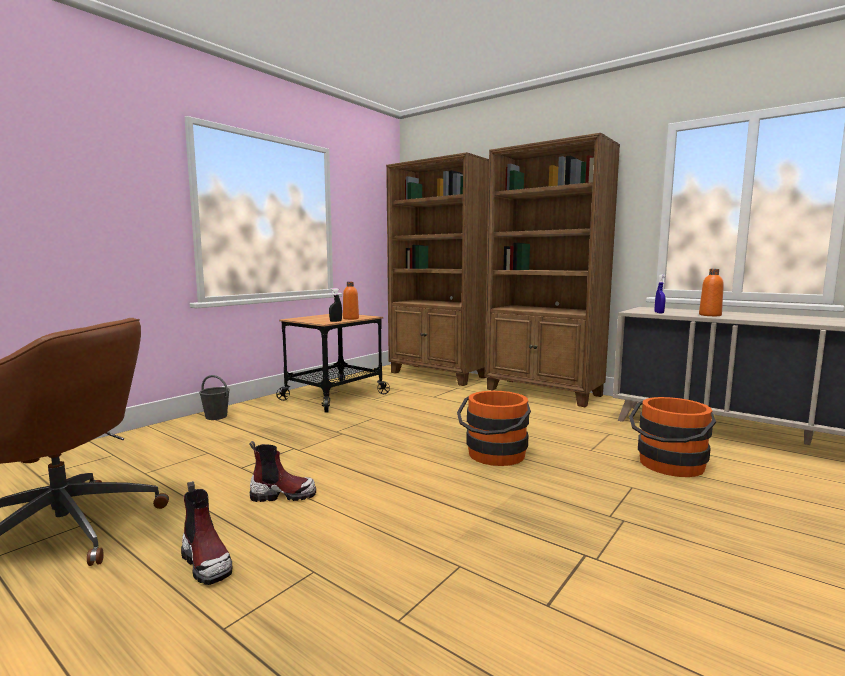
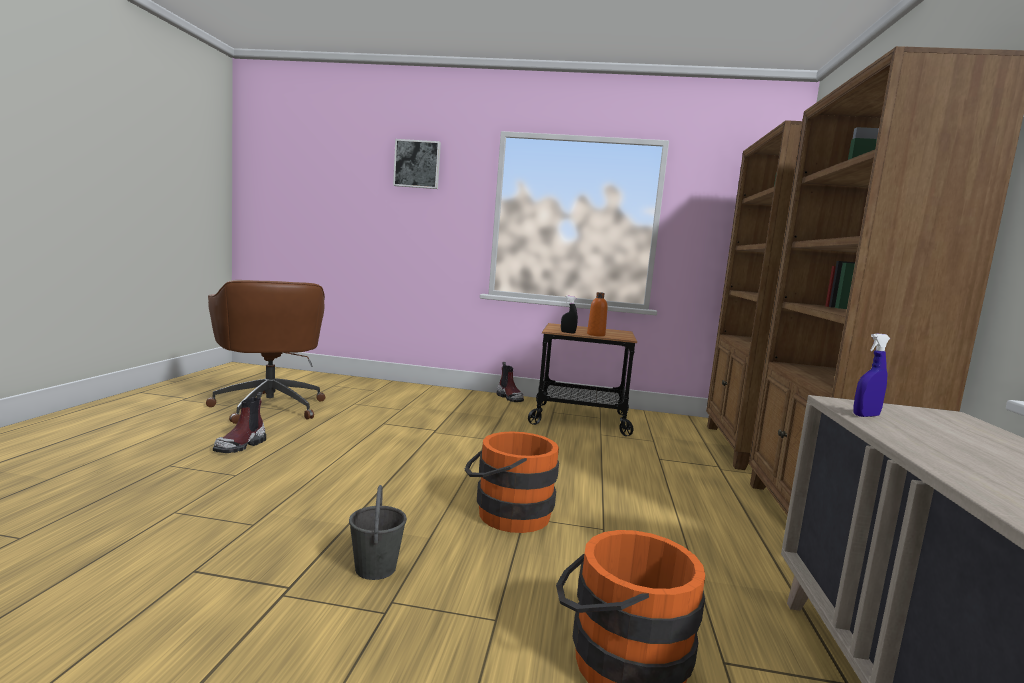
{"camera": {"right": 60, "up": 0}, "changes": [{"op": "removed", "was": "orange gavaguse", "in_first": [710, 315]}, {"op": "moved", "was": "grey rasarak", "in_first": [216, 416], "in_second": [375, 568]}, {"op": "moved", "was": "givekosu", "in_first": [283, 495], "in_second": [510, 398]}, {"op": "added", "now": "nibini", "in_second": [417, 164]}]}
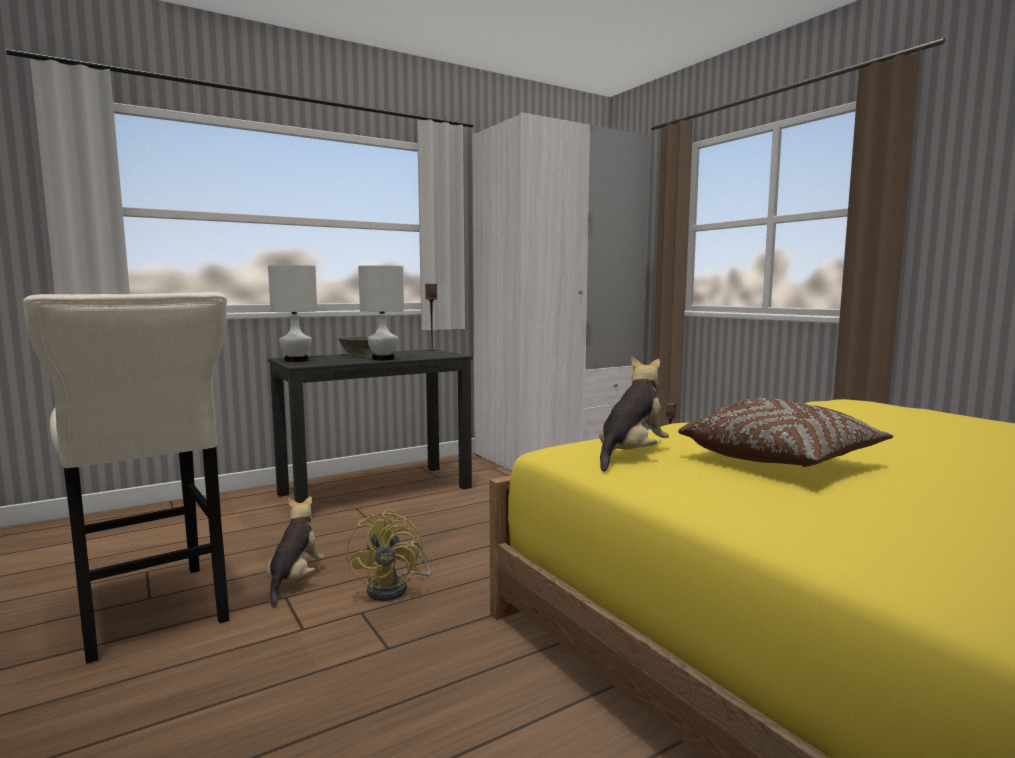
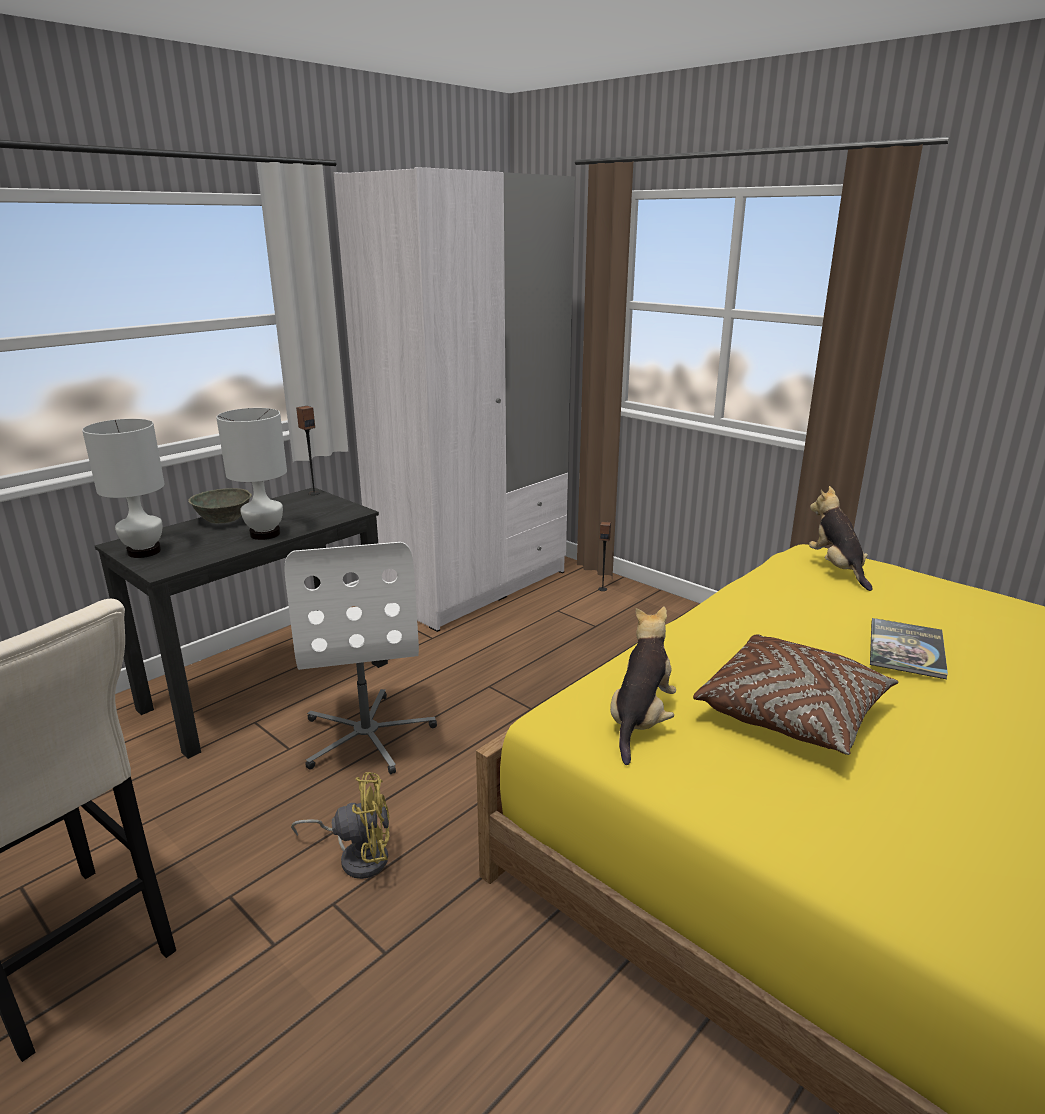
{"camera": {"right": -15, "up": 15}, "changes": [{"op": "moved", "was": "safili", "in_first": [294, 580], "in_second": [837, 568]}, {"op": "turned", "was": "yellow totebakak", "in_first": [395, 588], "in_second": [358, 856], "clockwise": -75}, {"op": "added", "now": "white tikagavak", "in_second": [368, 735]}, {"op": "added", "now": "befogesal", "in_second": [906, 649]}]}
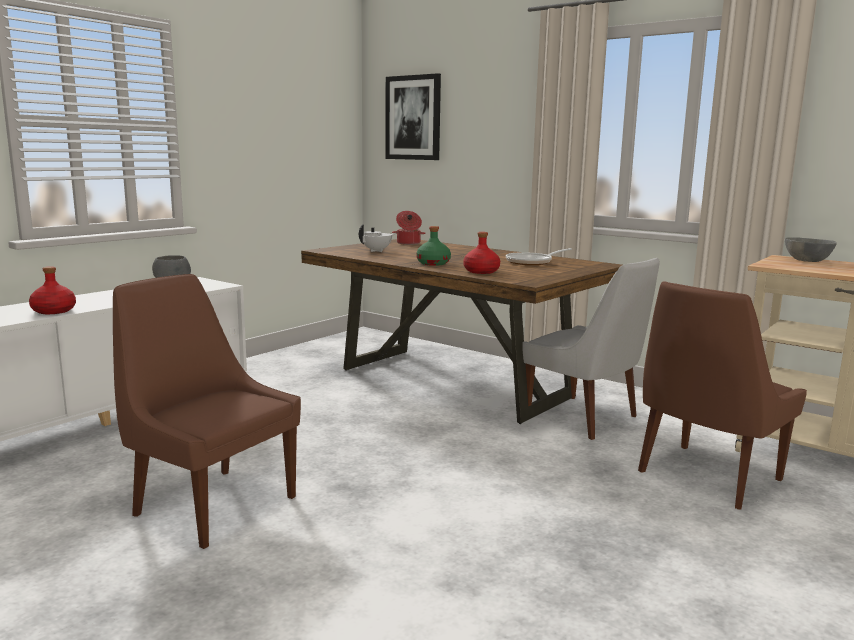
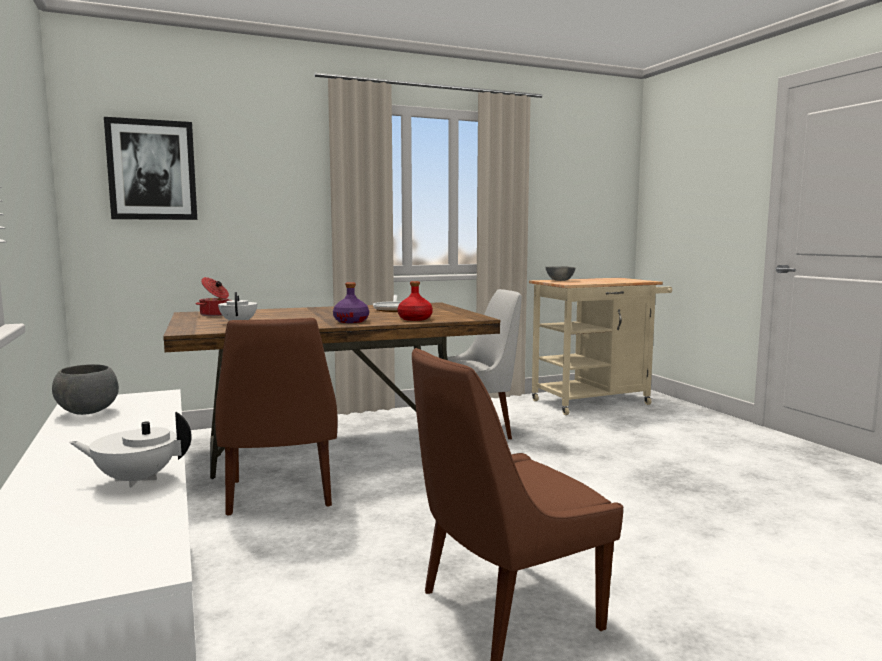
{"camera": {"right": -60, "up": -5}, "changes": [{"op": "recoloured", "was": "green gavaguse", "now": "purple gavaguse", "in_first": [433, 263], "in_second": [351, 321]}, {"op": "replaced", "was": "red gavaguse", "now": "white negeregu", "in_first": [54, 311], "in_second": [136, 480]}, {"op": "moved", "was": "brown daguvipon", "in_first": [706, 477], "in_second": [280, 495]}]}
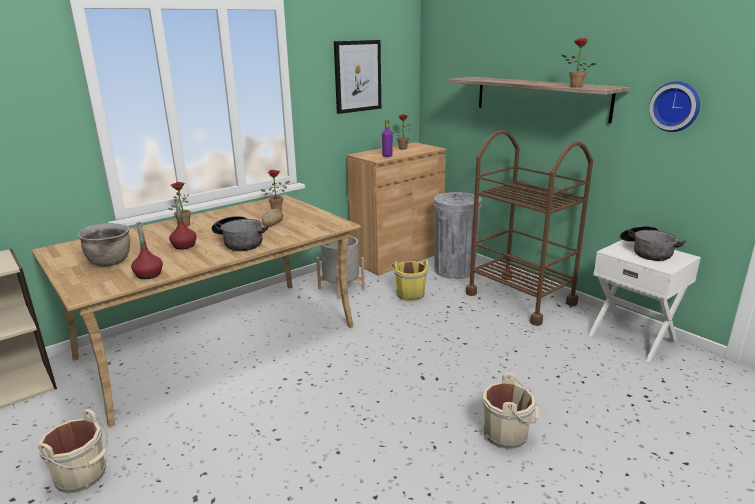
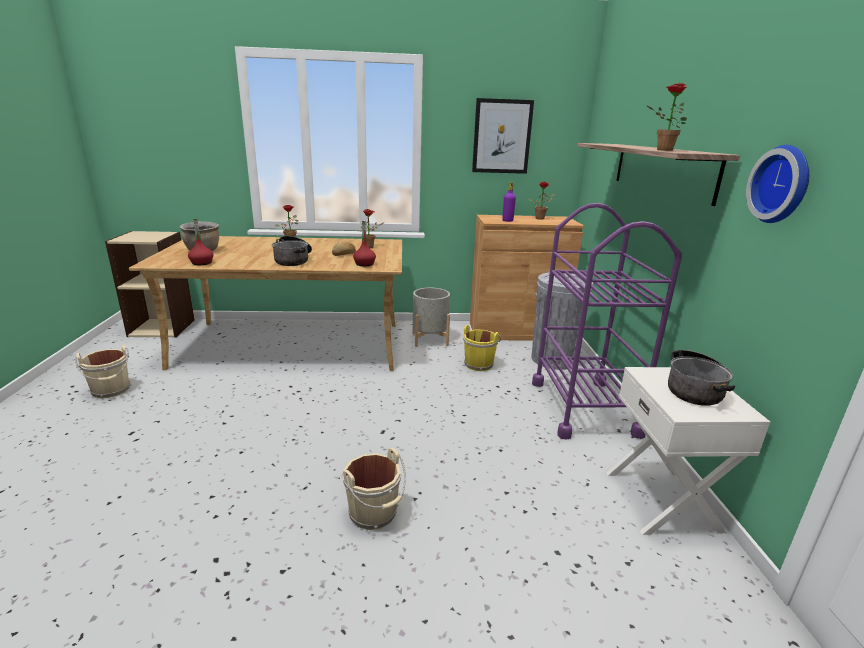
{"camera": {"right": 35, "up": 0}, "changes": [{"op": "recoloured", "was": "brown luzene", "now": "purple luzene", "in_first": [520, 298], "in_second": [583, 407]}, {"op": "moved", "was": "red gavaguse", "in_first": [184, 246], "in_second": [364, 264]}]}
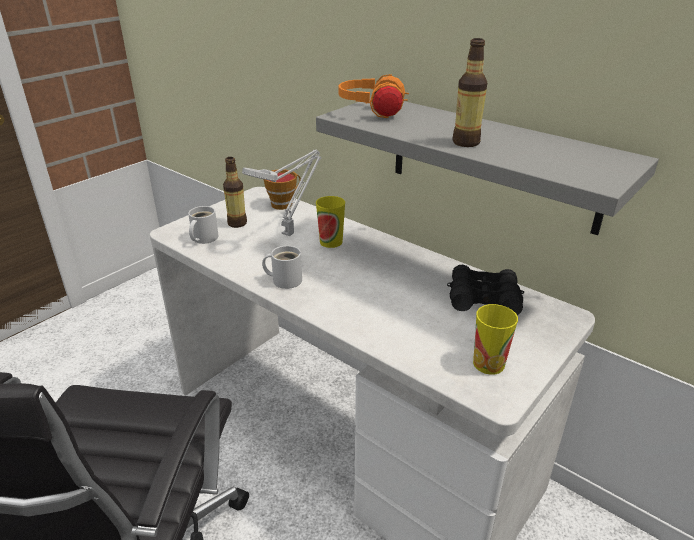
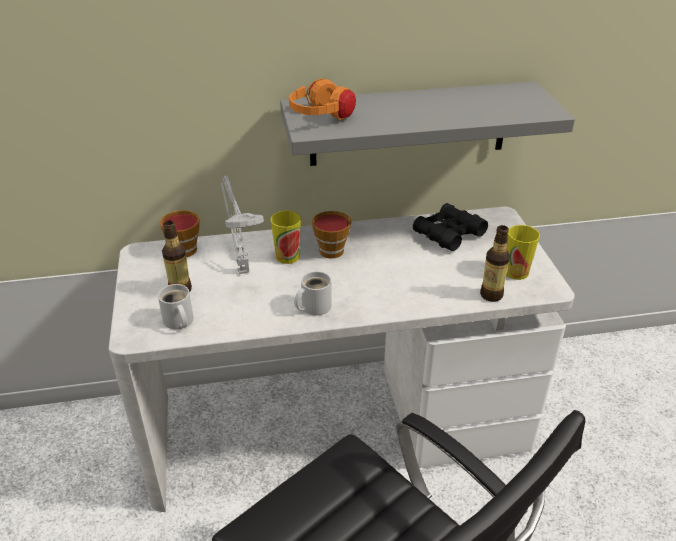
{"camera": {"right": -50, "up": 5}, "changes": [{"op": "moved", "was": "gavaguse", "in_first": [466, 142], "in_second": [491, 295]}, {"op": "added", "now": "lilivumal", "in_second": [333, 249]}]}
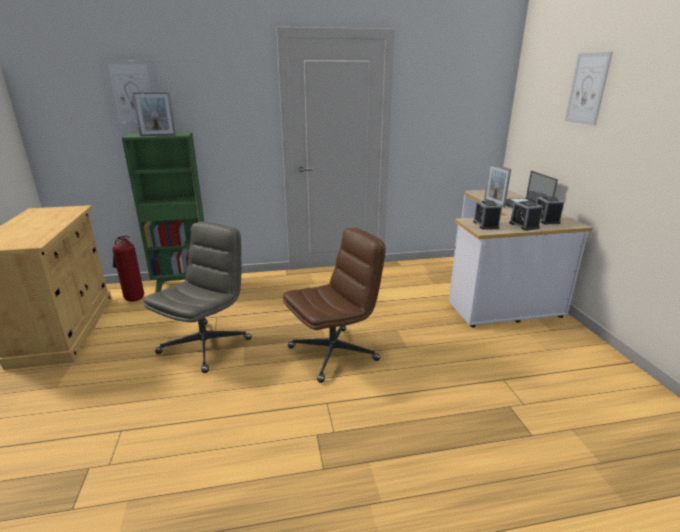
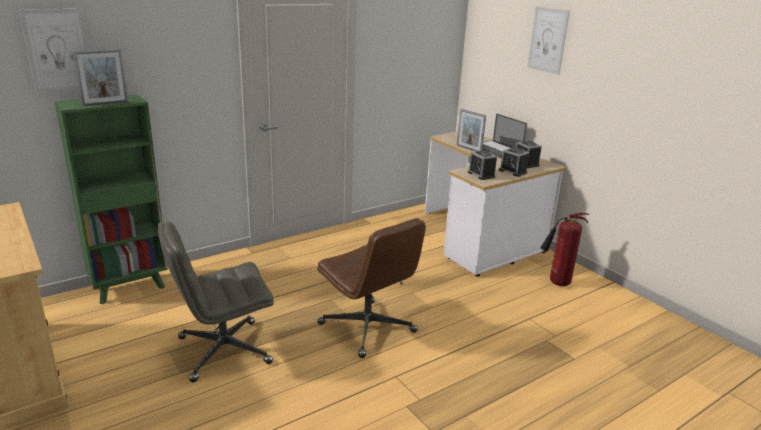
{"camera": {"right": -25, "up": 0}, "changes": [{"op": "turned", "was": "grey tikagavak", "in_first": [205, 345], "in_second": [223, 351], "clockwise": -120}, {"op": "turned", "was": "brown tikagavak", "in_first": [334, 353], "in_second": [368, 328], "clockwise": 105}, {"op": "moved", "was": "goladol", "in_first": [132, 299], "in_second": [556, 283]}]}
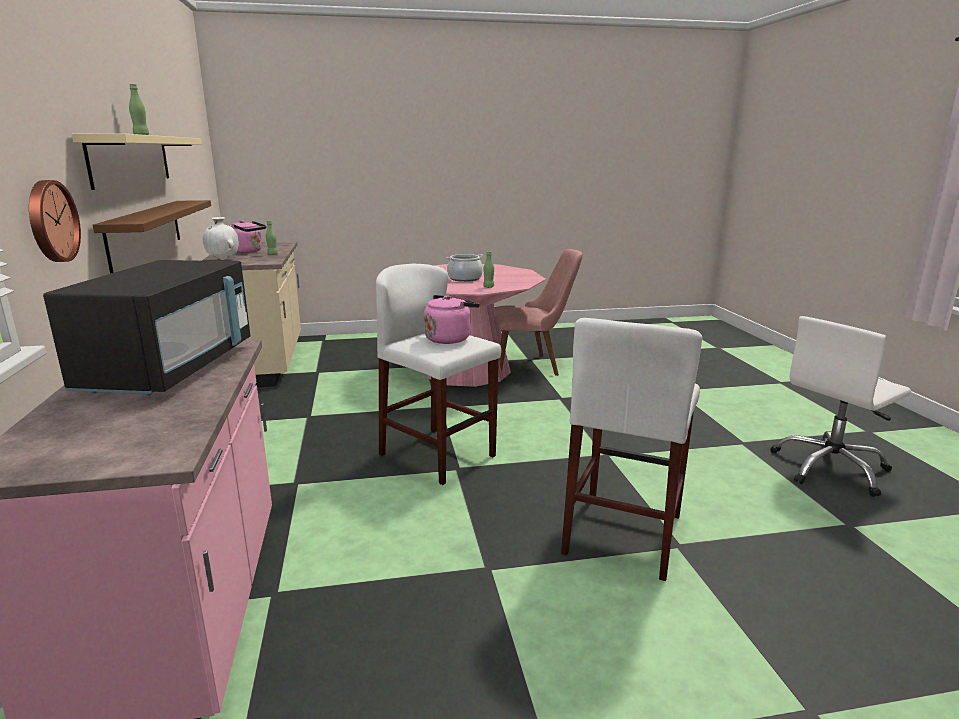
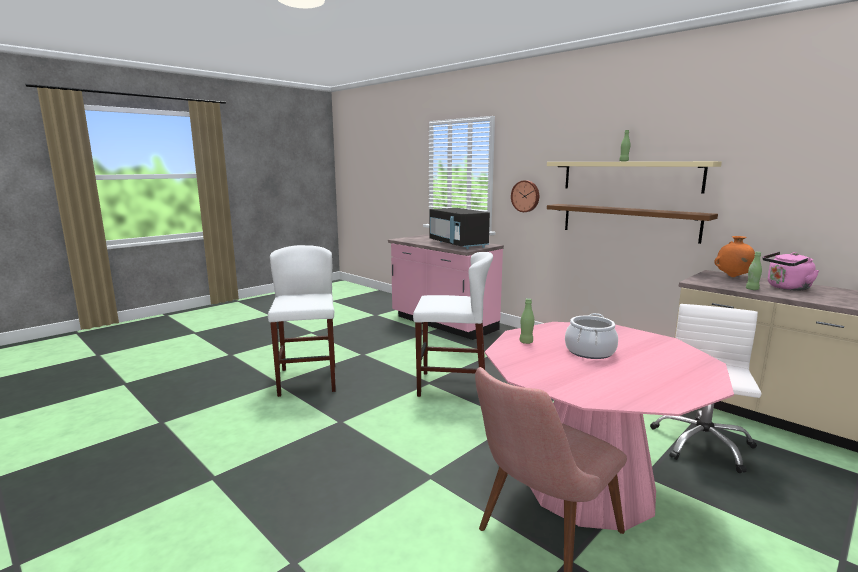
{"camera": {"right": 145, "up": -5}, "changes": [{"op": "recoloured", "was": "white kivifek", "now": "orange kivifek", "in_first": [223, 260], "in_second": [732, 277]}, {"op": "removed", "was": "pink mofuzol", "in_first": [449, 338]}, {"op": "moved", "was": "white tikagavak", "in_first": [830, 468], "in_second": [701, 444]}]}
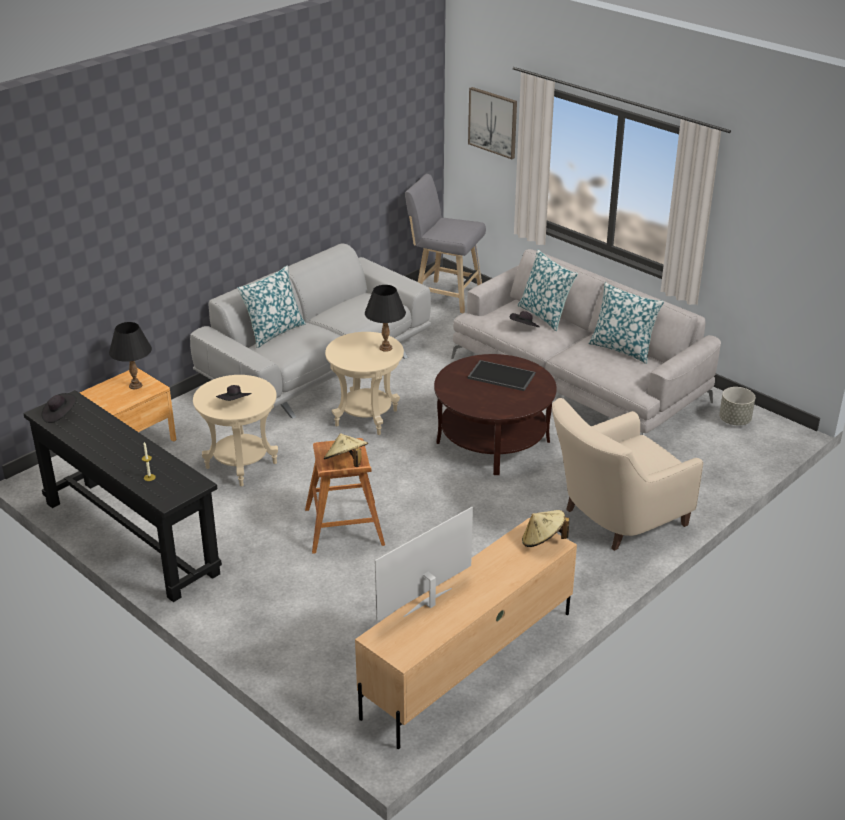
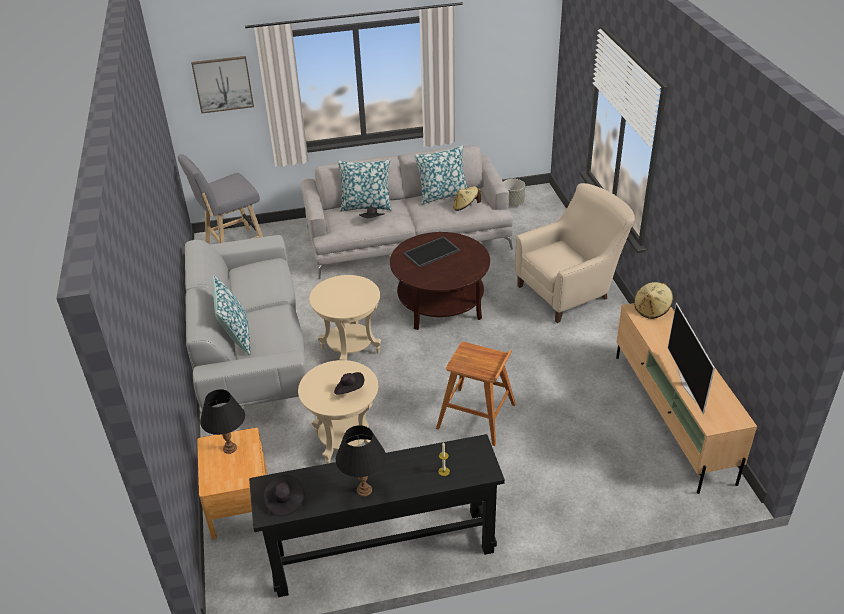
{"camera": {"right": -55, "up": 5}, "changes": [{"op": "moved", "was": "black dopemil", "in_first": [385, 348], "in_second": [364, 490]}, {"op": "turned", "was": "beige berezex", "in_first": [614, 519], "in_second": [571, 291], "clockwise": -120}, {"op": "moved", "was": "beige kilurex", "in_first": [346, 463], "in_second": [465, 207]}]}
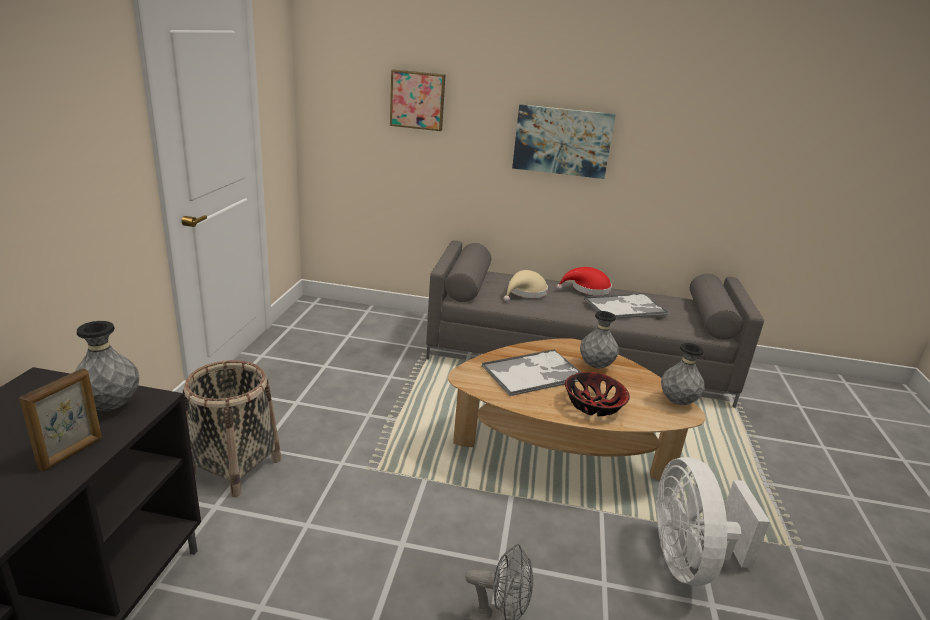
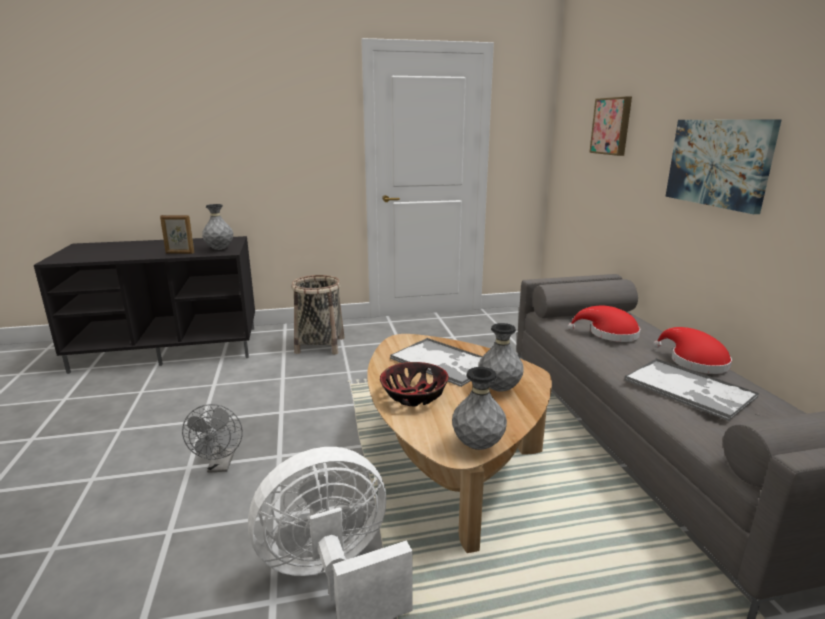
{"camera": {"right": 70, "up": -5}, "changes": [{"op": "recoloured", "was": "beige kilurex", "now": "red kilurex", "in_first": [525, 293], "in_second": [609, 334]}]}
